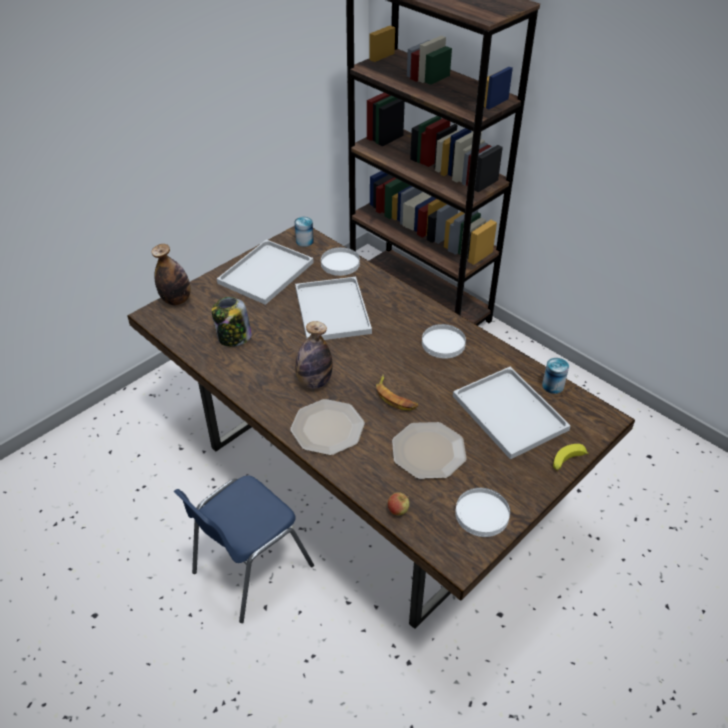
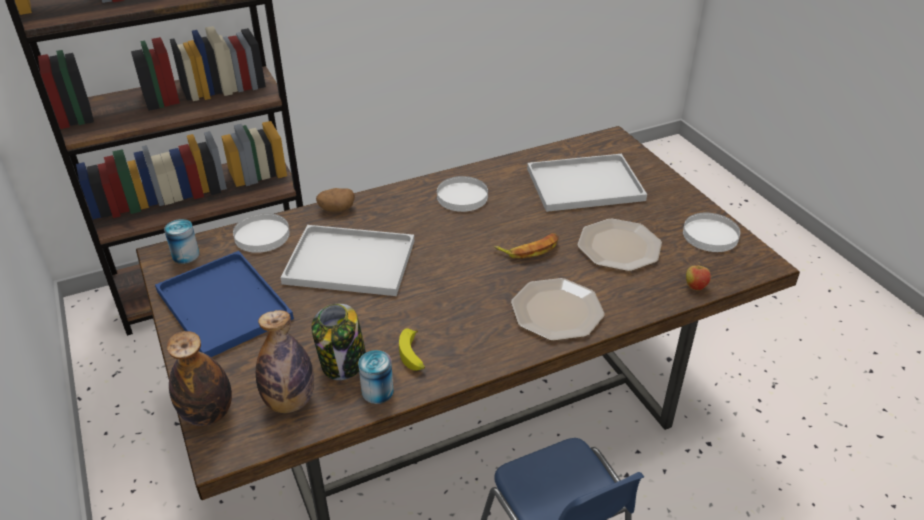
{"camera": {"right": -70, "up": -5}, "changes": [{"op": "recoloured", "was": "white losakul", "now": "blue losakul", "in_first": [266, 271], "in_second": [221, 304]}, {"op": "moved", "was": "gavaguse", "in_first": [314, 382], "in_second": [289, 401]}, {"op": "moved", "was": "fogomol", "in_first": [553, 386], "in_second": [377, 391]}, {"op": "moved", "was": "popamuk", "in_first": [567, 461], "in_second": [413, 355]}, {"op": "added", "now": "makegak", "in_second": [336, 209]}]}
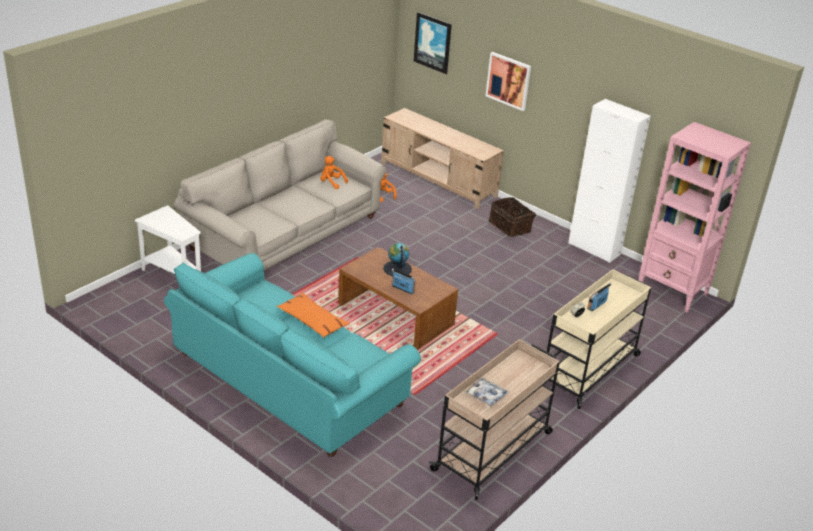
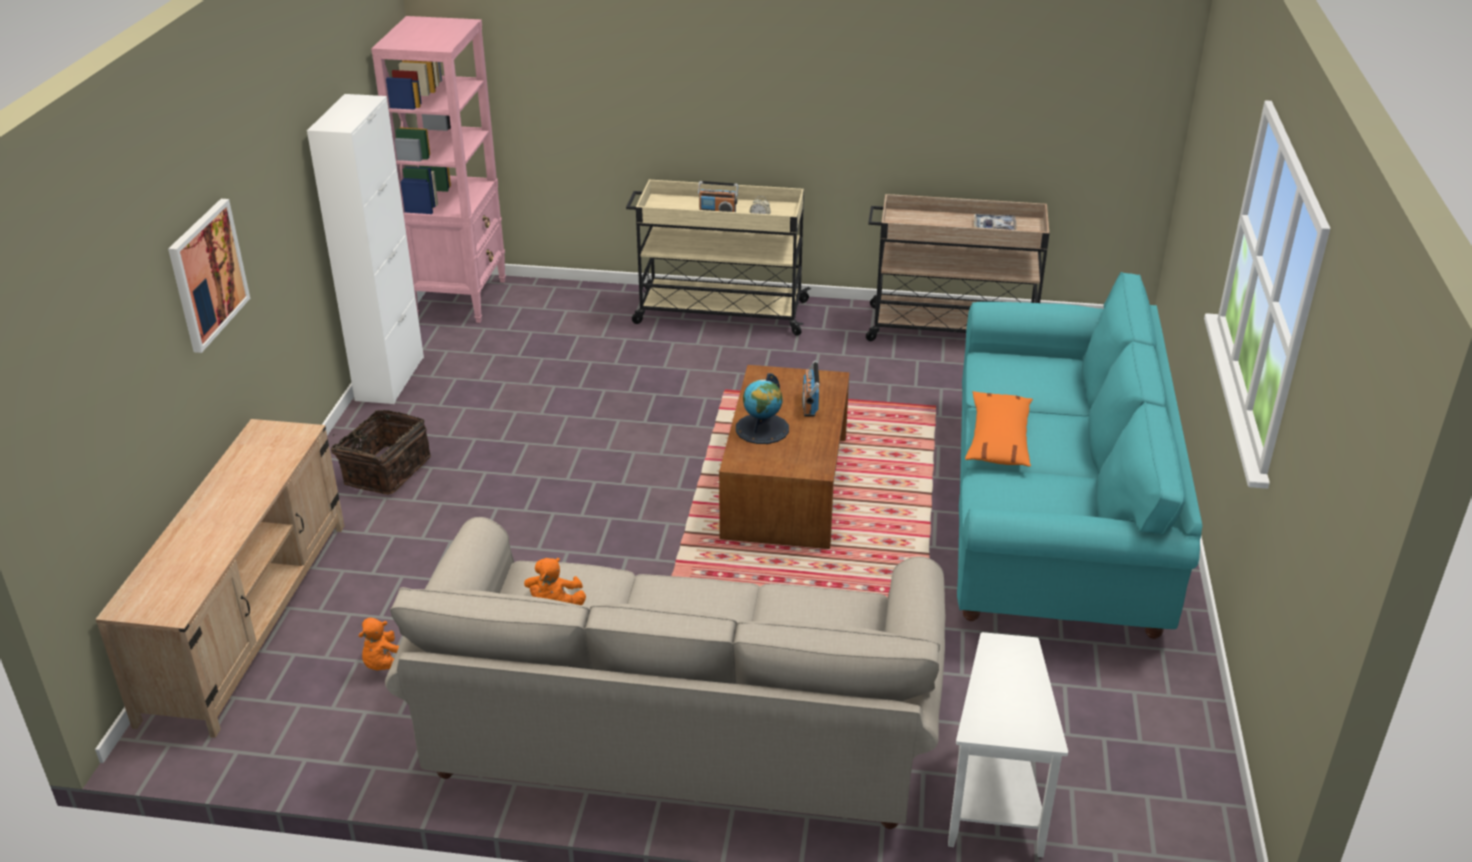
{"camera": {"right": -120, "up": 0}, "changes": [{"op": "removed", "was": "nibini", "in_first": [433, 42]}]}
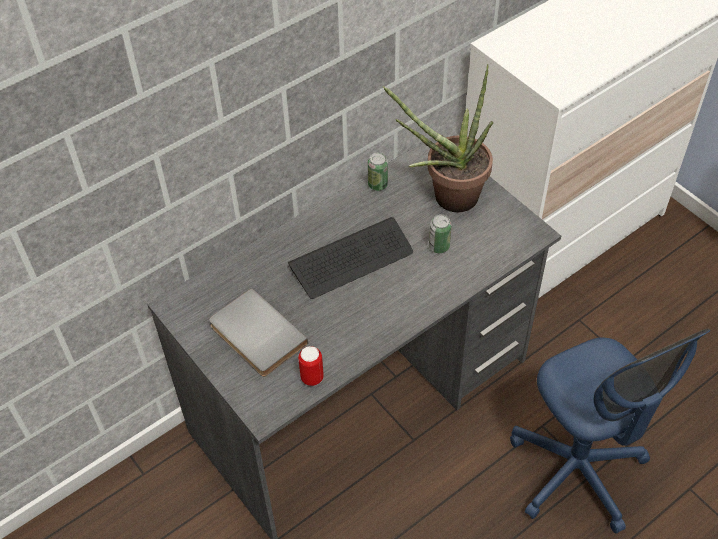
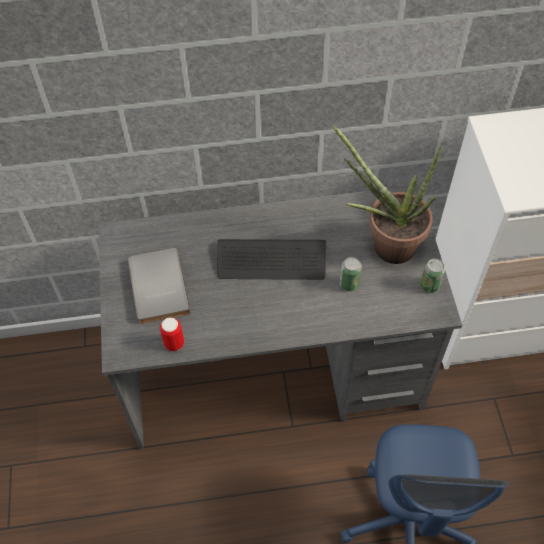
{"camera": {"right": 30, "up": 5}, "changes": [{"op": "moved", "was": "fogomol", "in_first": [377, 185], "in_second": [429, 285]}]}
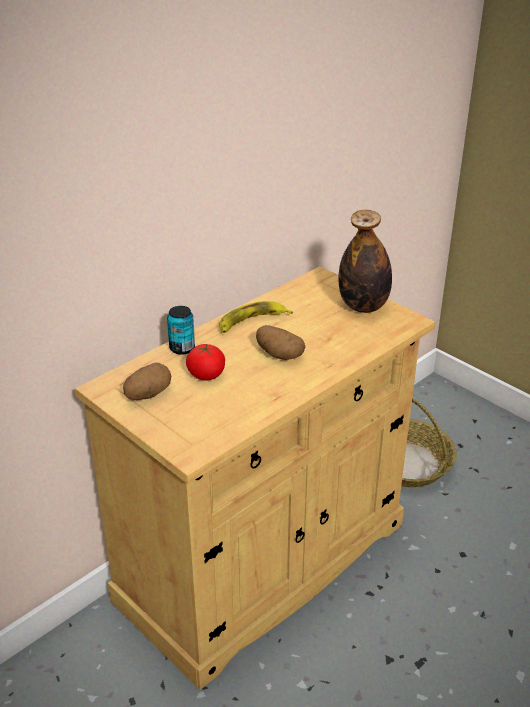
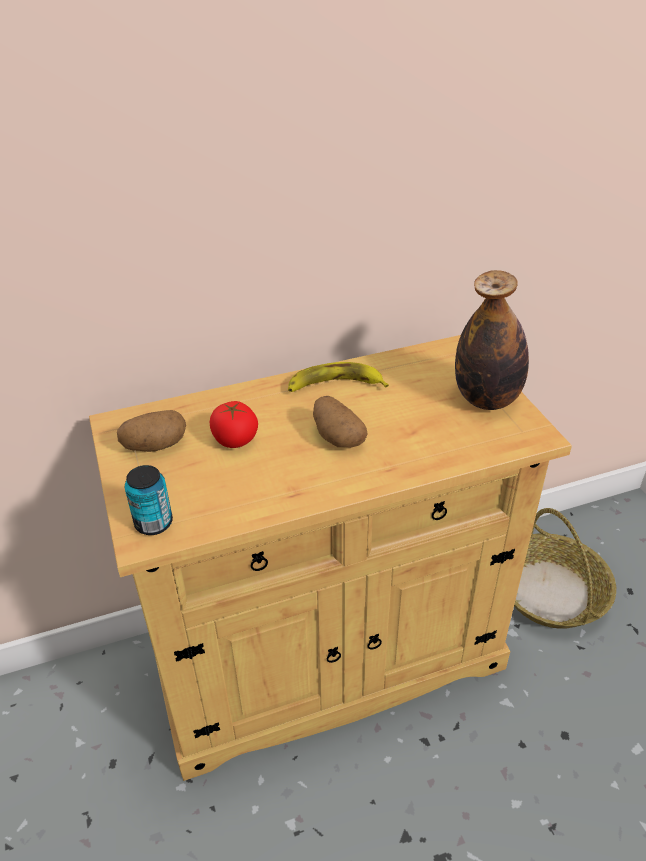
{"camera": {"right": 25, "up": 5}, "changes": [{"op": "moved", "was": "fogomol", "in_first": [182, 348], "in_second": [154, 523]}]}
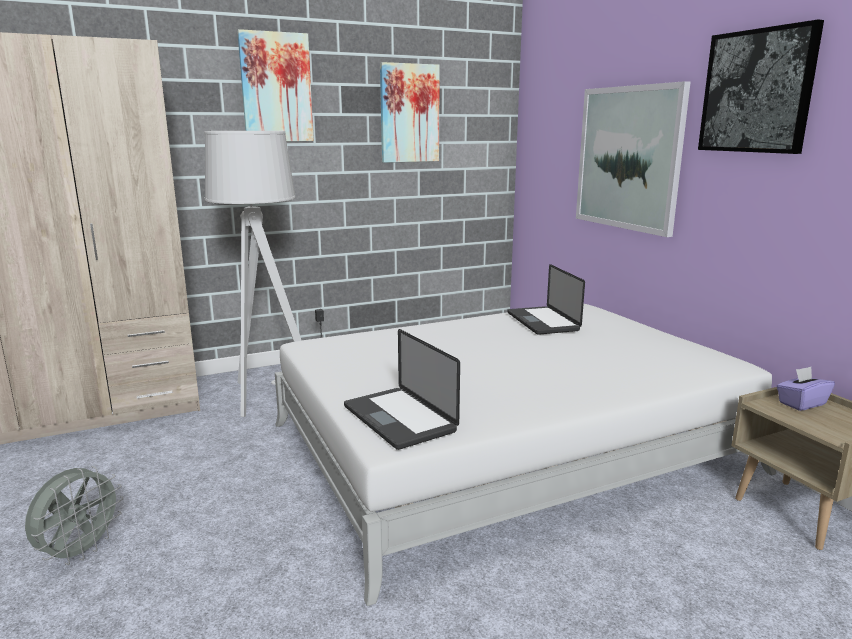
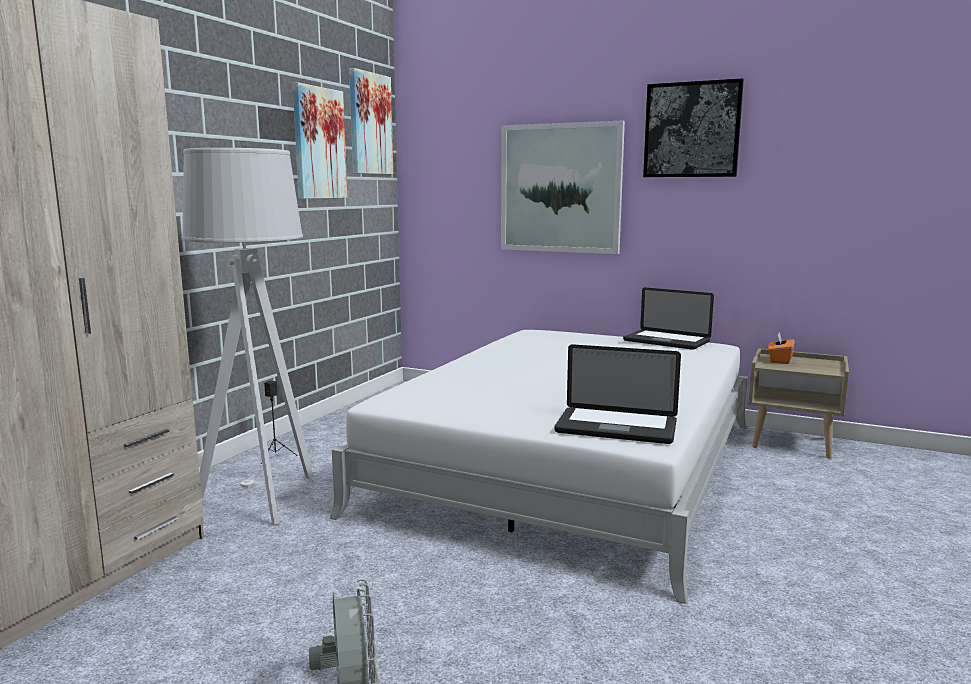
{"camera": {"right": -40, "up": -5}, "changes": [{"op": "moved", "was": "nibini", "in_first": [276, 88], "in_second": [369, 124]}, {"op": "moved", "was": "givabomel", "in_first": [542, 321], "in_second": [666, 341]}, {"op": "recoloured", "was": "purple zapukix", "now": "orange zapukix", "in_first": [801, 403], "in_second": [779, 360]}]}
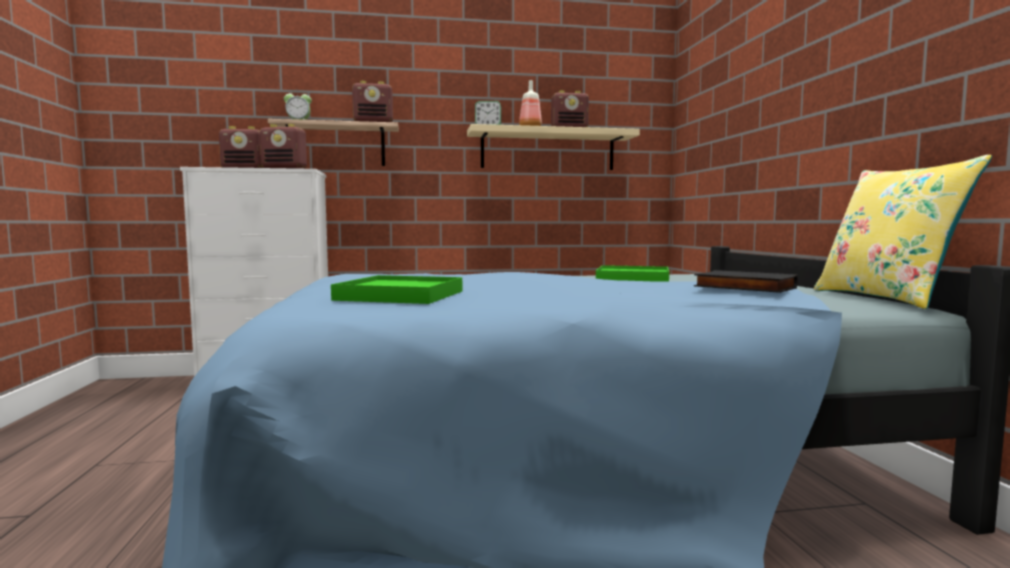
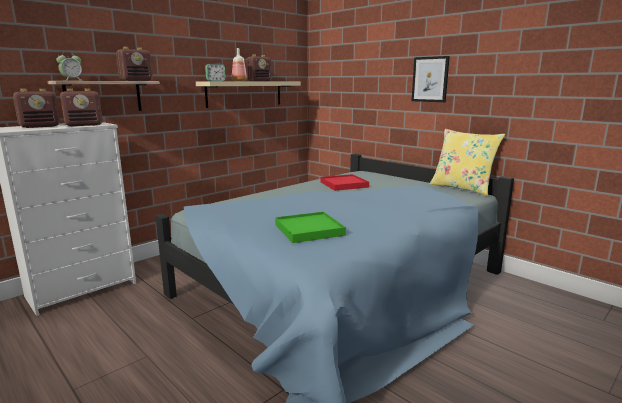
{"camera": {"right": -35, "up": 10}, "changes": [{"op": "recoloured", "was": "green losakul", "now": "red losakul", "in_first": [633, 279], "in_second": [344, 184]}, {"op": "removed", "was": "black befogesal", "in_first": [743, 287]}, {"op": "added", "now": "nibini", "in_second": [430, 79]}]}
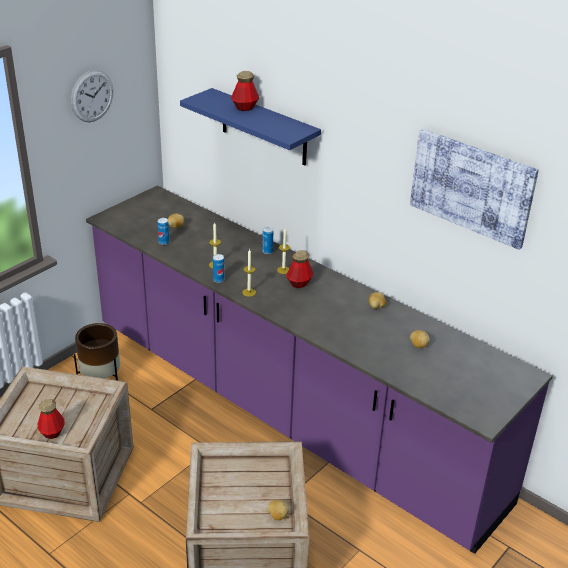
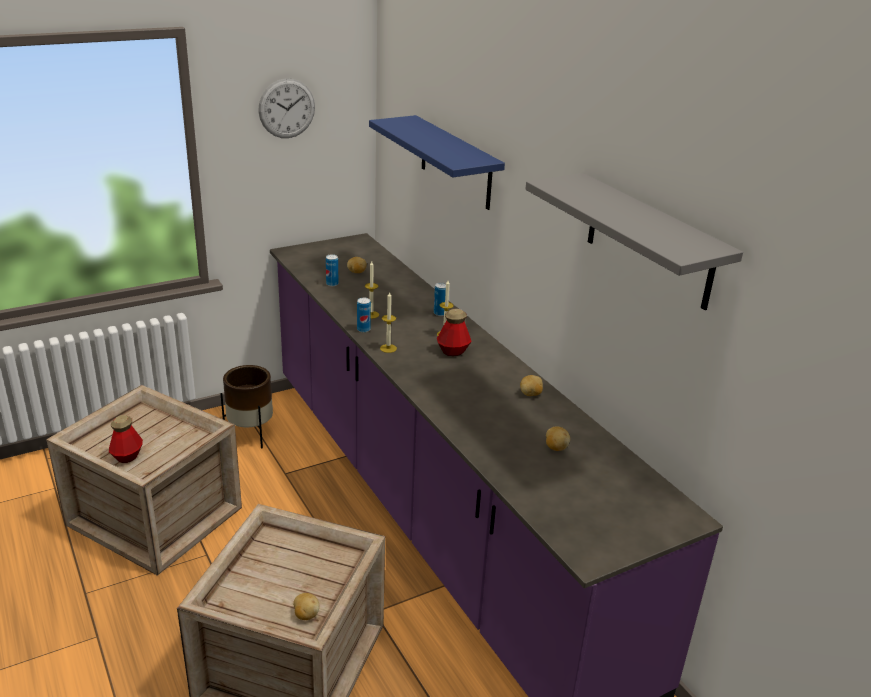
{"camera": {"right": 20, "up": -5}, "changes": [{"op": "removed", "was": "gavaguse", "in_first": [245, 107]}, {"op": "replaced", "was": "nibini", "now": "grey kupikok", "in_first": [472, 187], "in_second": [649, 241]}]}
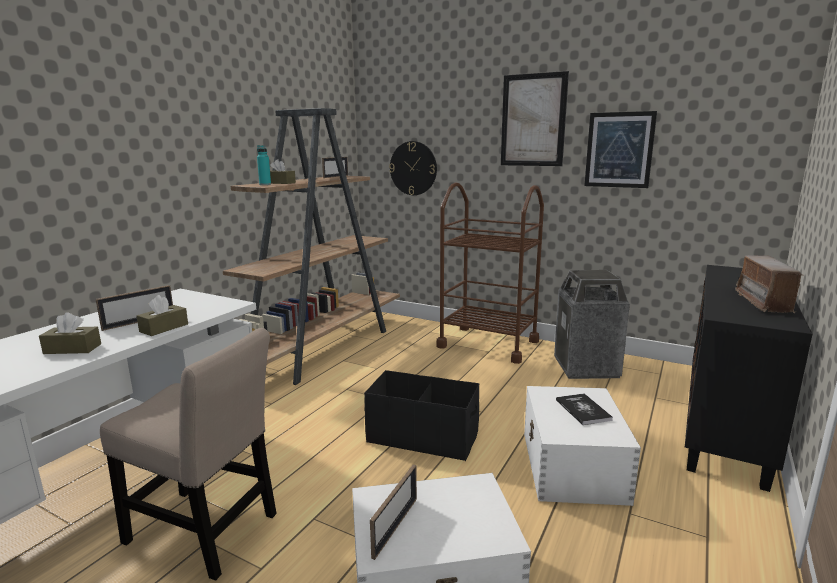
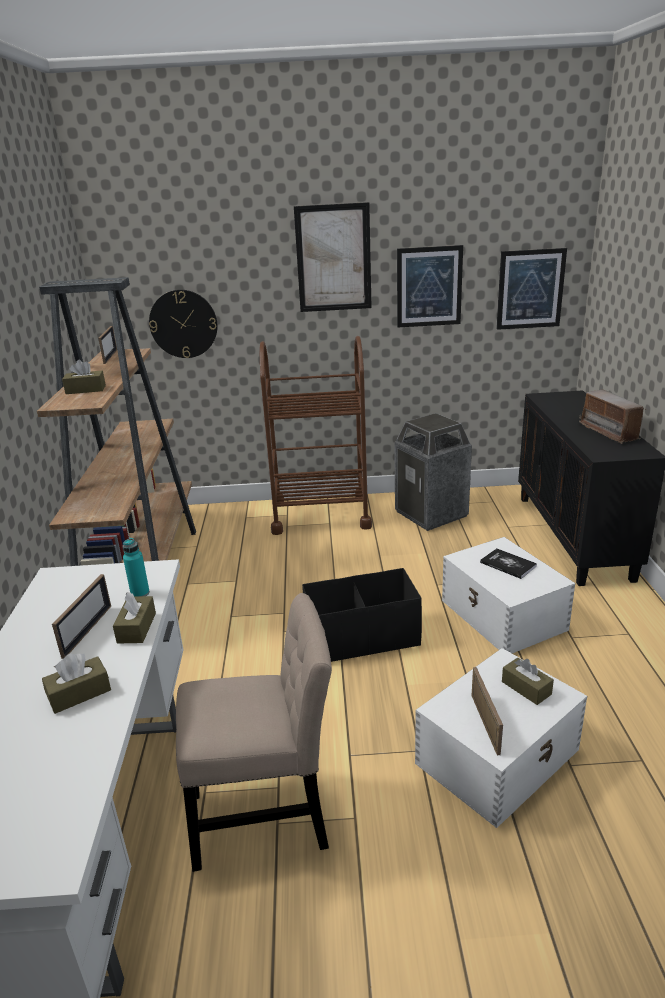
{"camera": {"right": -30, "up": 10}, "changes": [{"op": "moved", "was": "turquoise gavaguse", "in_first": [265, 184], "in_second": [140, 593]}, {"op": "added", "now": "nibini", "in_second": [530, 289]}, {"op": "added", "now": "brown zapukix", "in_second": [526, 688]}]}
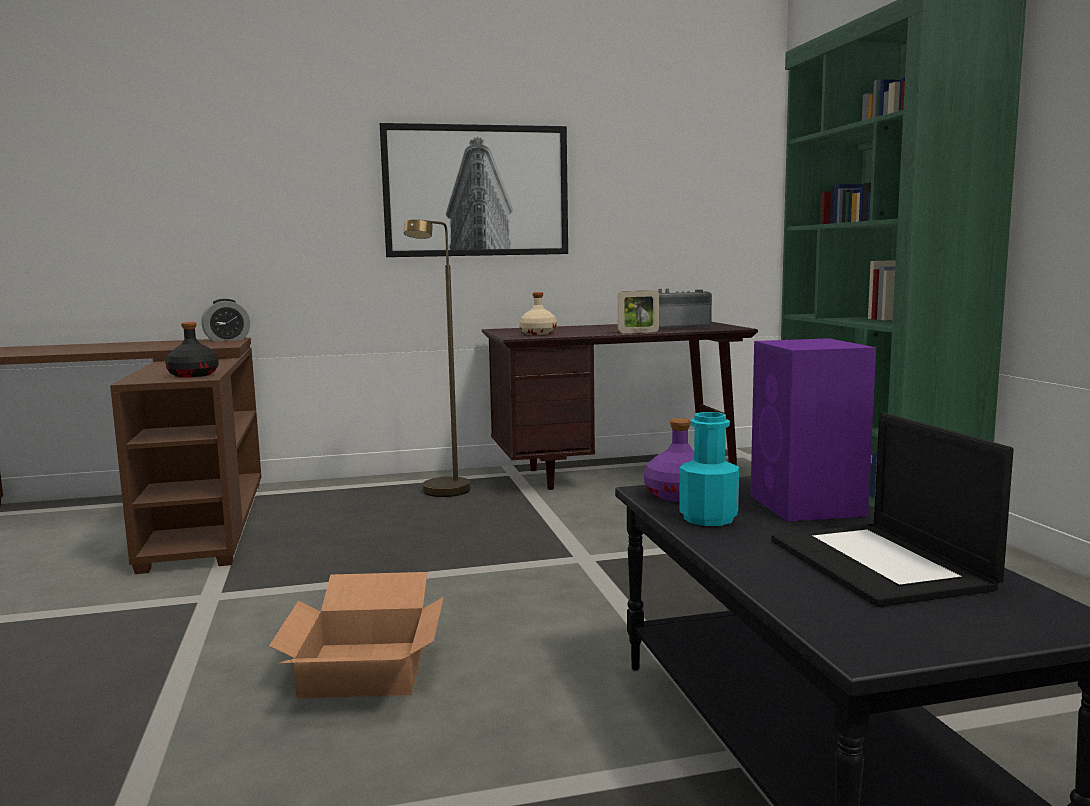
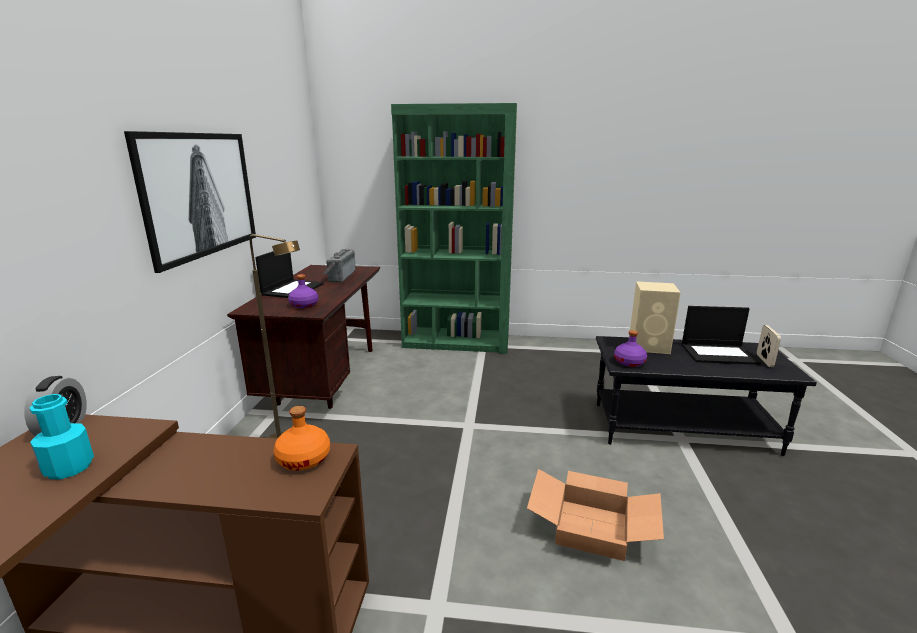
{"camera": {"right": -70, "up": 10}, "changes": [{"op": "moved", "was": "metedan", "in_first": [638, 332], "in_second": [764, 361]}, {"op": "recoloured", "was": "beige gavaguse", "now": "purple gavaguse", "in_first": [538, 333], "in_second": [303, 305]}, {"op": "recoloured", "was": "black gavaguse", "now": "orange gavaguse", "in_first": [194, 375], "in_second": [304, 458]}, {"op": "recoloured", "was": "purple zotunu", "now": "beige zotunu", "in_first": [808, 506], "in_second": [650, 346]}, {"op": "moved", "was": "turquoise gavaguse", "in_first": [708, 518], "in_second": [69, 467]}, {"op": "added", "now": "givabomel", "in_second": [293, 289]}]}
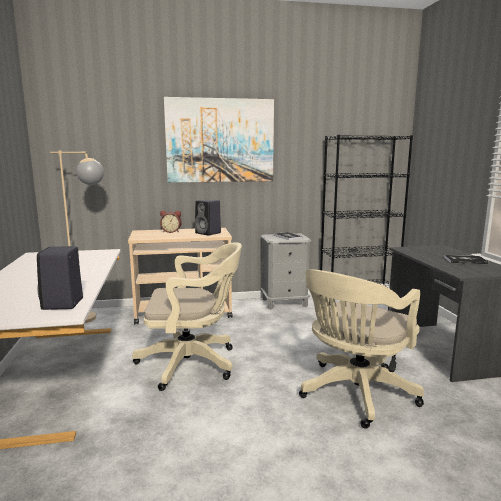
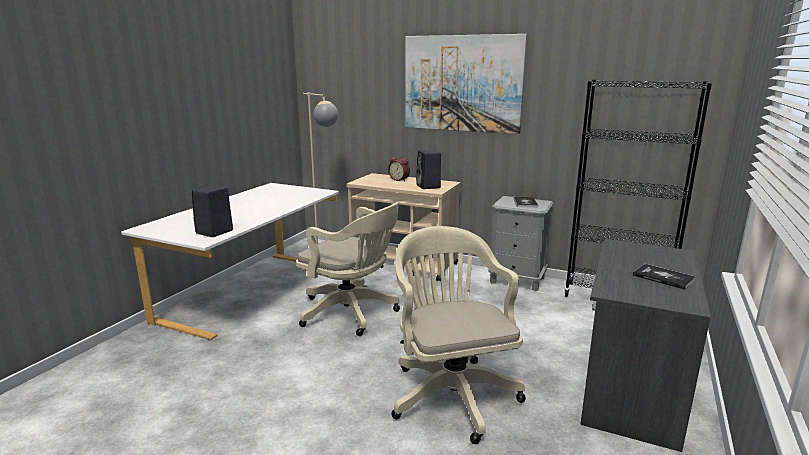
{"camera": {"right": 35, "up": 5}, "changes": [{"op": "turned", "was": "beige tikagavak", "in_first": [354, 394], "in_second": [451, 392], "clockwise": 90}]}
